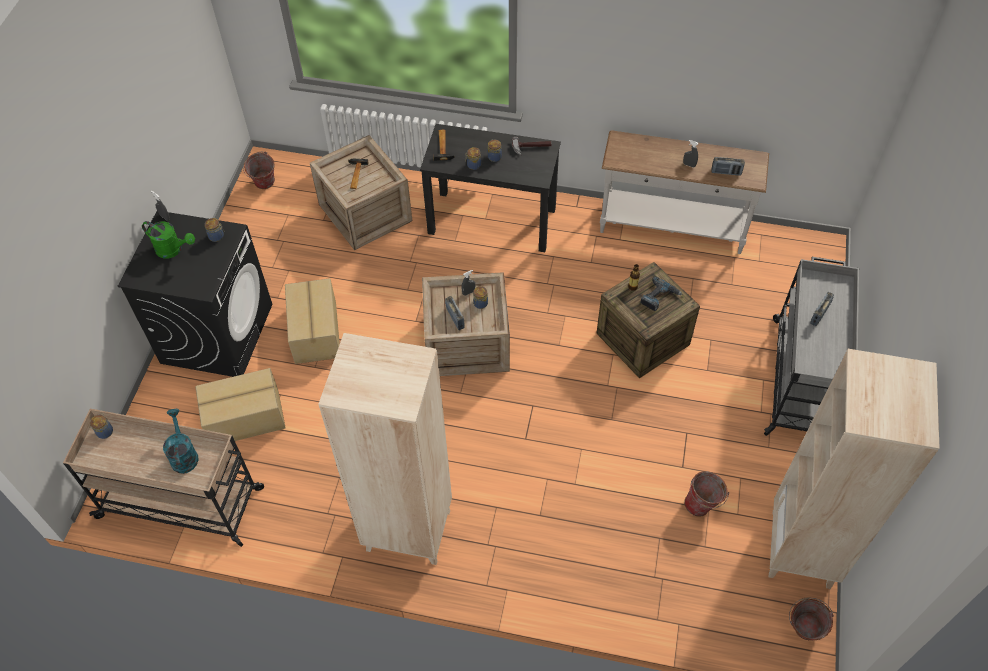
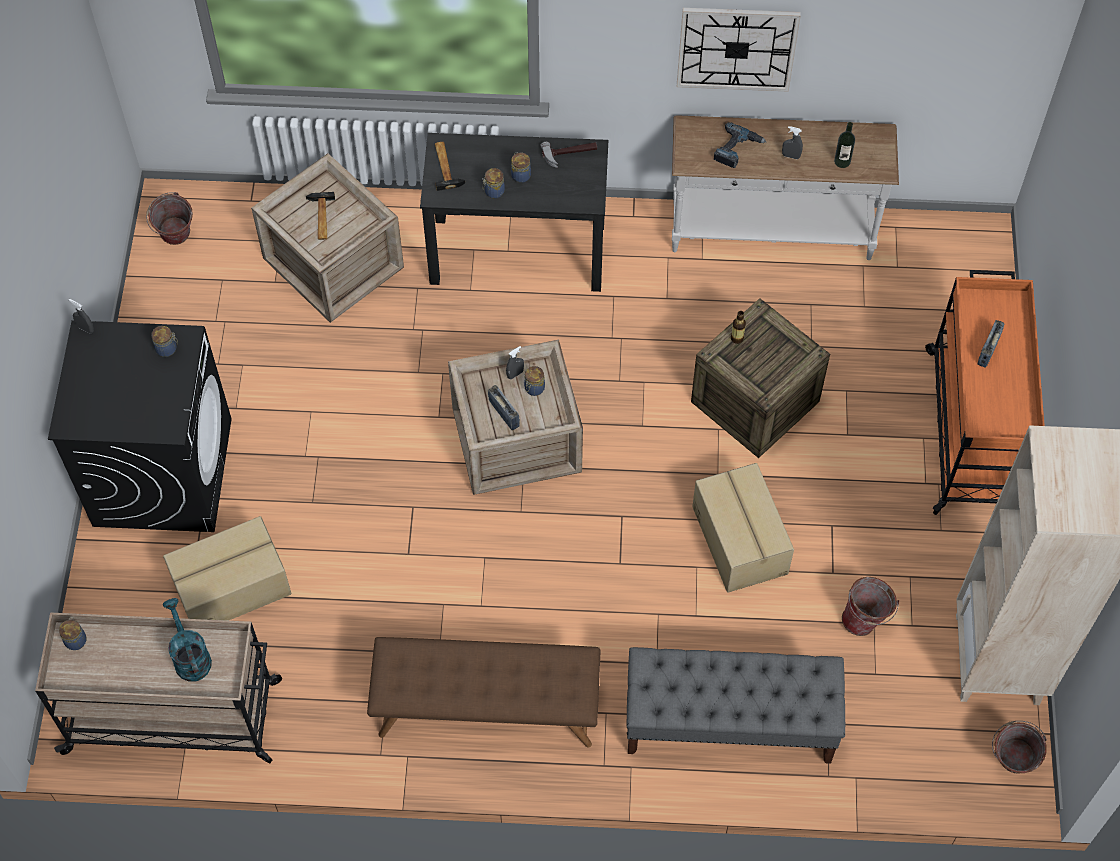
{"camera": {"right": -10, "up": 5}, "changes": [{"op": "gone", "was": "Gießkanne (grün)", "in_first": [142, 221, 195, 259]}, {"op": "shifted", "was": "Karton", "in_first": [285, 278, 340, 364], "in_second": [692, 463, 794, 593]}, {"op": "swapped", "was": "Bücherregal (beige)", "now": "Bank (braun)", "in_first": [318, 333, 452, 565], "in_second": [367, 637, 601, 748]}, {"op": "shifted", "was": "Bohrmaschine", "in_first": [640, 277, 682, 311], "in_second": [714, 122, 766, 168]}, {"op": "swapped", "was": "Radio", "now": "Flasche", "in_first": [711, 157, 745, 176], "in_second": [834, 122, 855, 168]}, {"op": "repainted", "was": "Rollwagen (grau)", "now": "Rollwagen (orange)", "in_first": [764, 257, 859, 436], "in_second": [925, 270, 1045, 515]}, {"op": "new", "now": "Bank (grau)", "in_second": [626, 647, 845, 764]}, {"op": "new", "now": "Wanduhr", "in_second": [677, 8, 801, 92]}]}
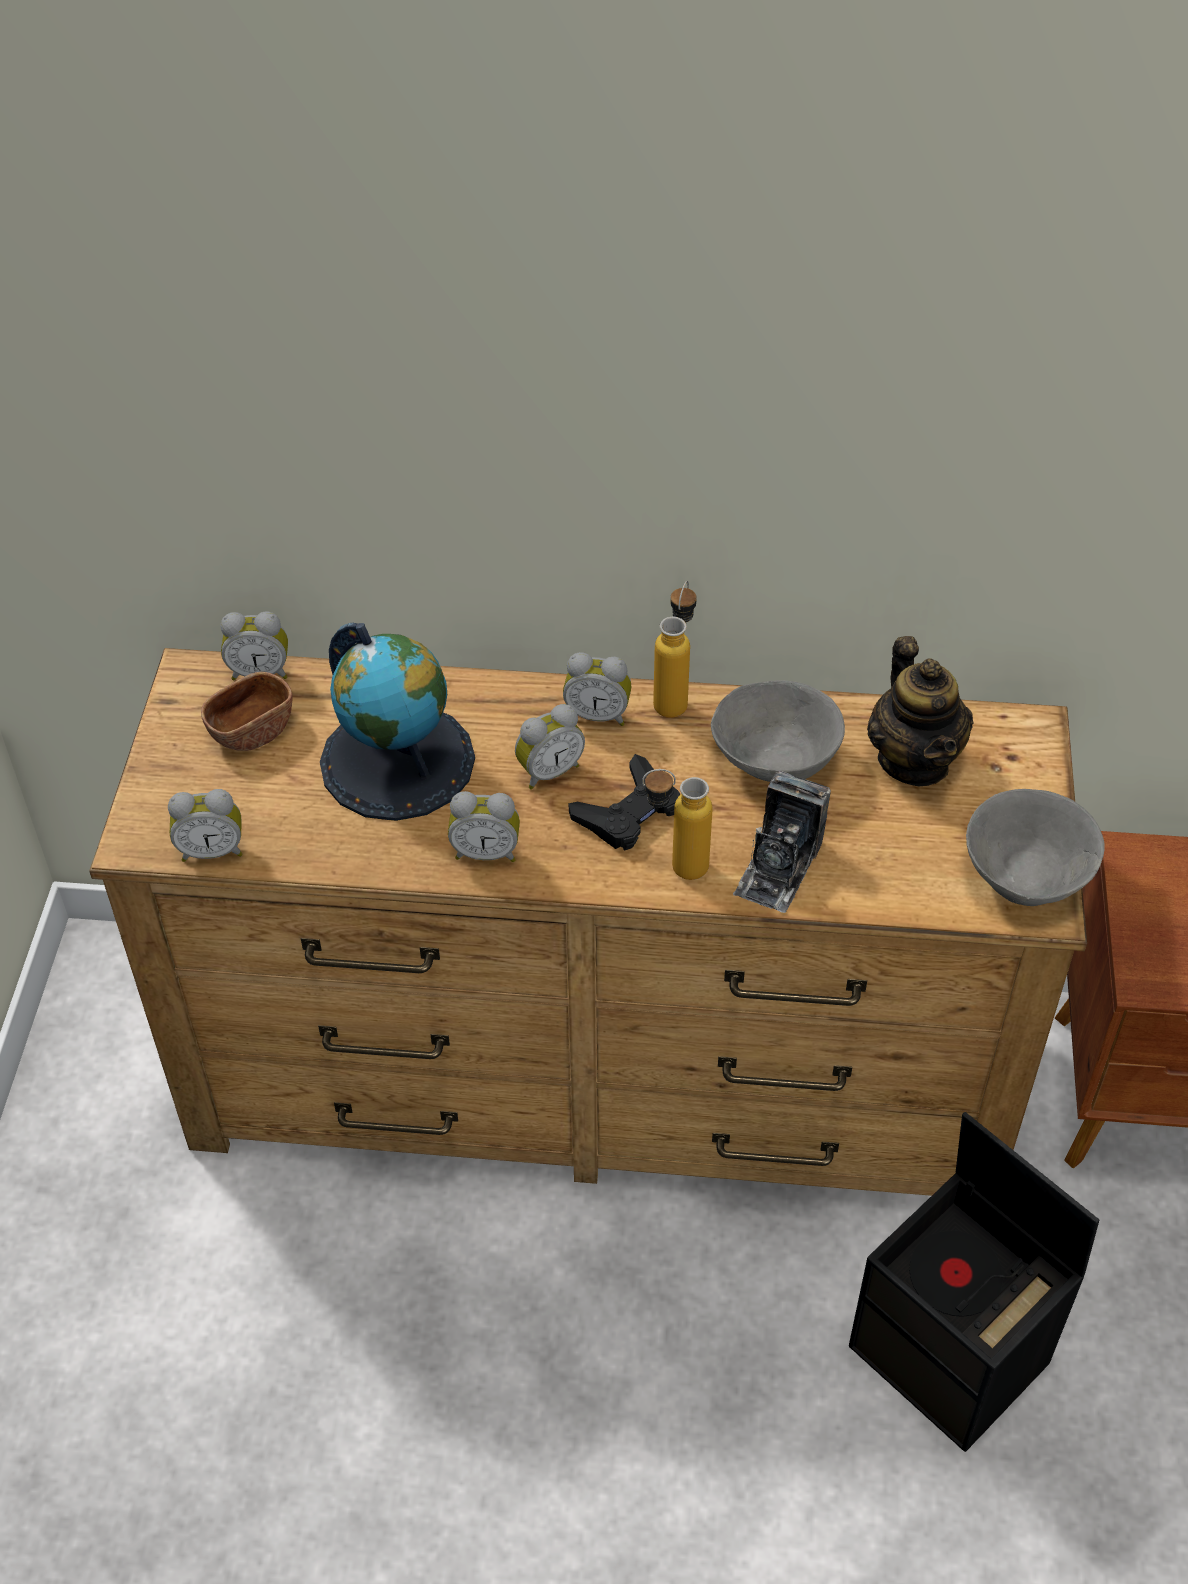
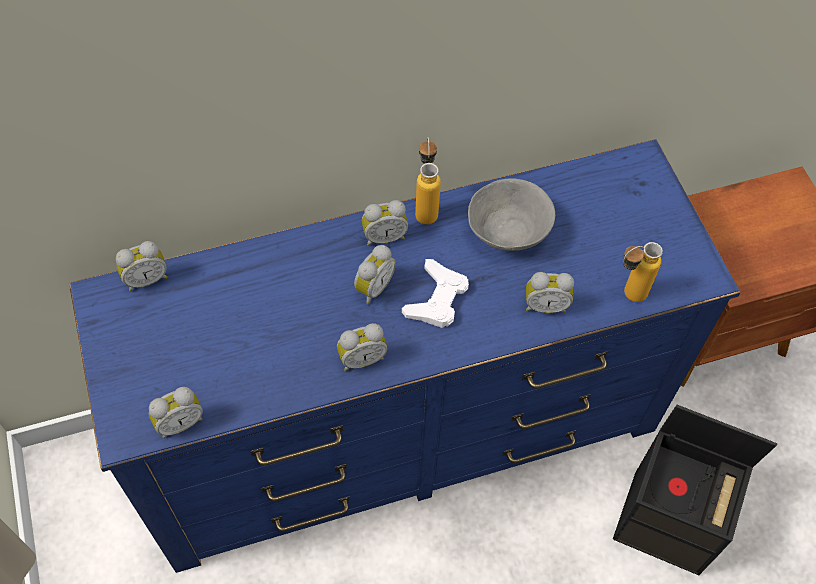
{"camera": {"right": -25, "up": 10}, "changes": [{"op": "repainted", "was": "Kommode (braun)", "now": "Kommode (blau)", "in_first": [89, 648, 1087, 1196], "in_second": [69, 139, 741, 573]}, {"op": "gone", "was": "Schüssel (braun)", "in_first": [201, 672, 293, 751]}, {"op": "gone", "was": "Globus", "in_first": [320, 623, 475, 821]}, {"op": "repainted", "was": "Gamepad (schwarz)", "now": "Gamepad (weiß)", "in_first": [569, 754, 680, 850], "in_second": [402, 259, 469, 328]}, {"op": "shifted", "was": "Flasche", "in_first": [642, 769, 713, 880], "in_second": [623, 242, 663, 302]}, {"op": "swapped", "was": "Kamera", "now": "Wecker", "in_first": [733, 771, 831, 913], "in_second": [526, 272, 574, 313]}, {"op": "gone", "was": "Teekanne", "in_first": [867, 636, 974, 786]}, {"op": "gone", "was": "Schüssel (grau)", "in_first": [966, 789, 1105, 906]}]}
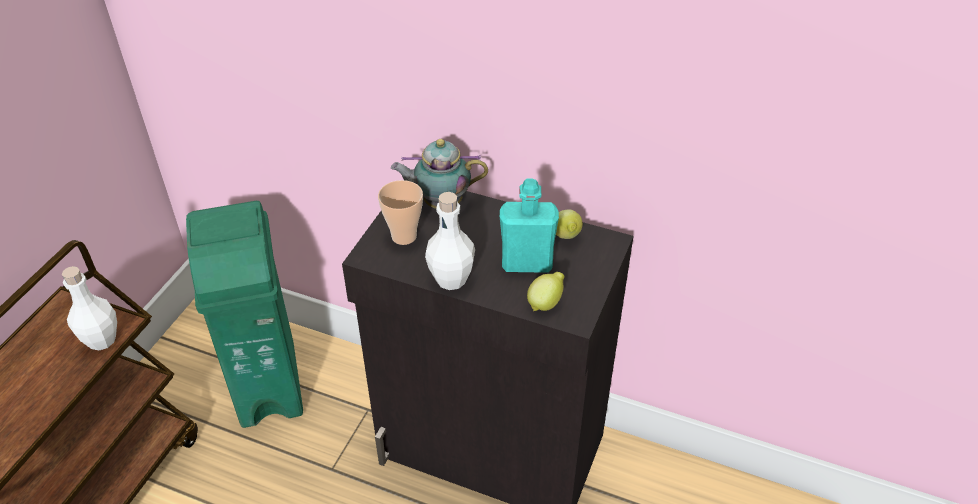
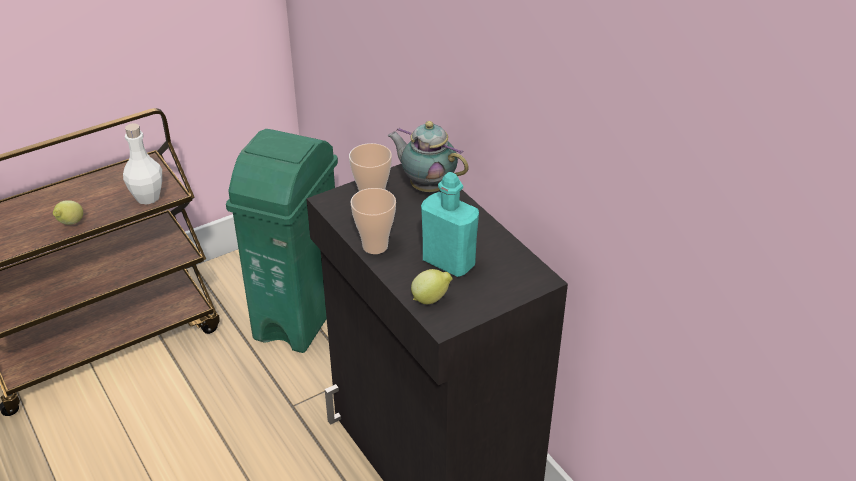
{"camera": {"right": 35, "up": -5}, "changes": [{"op": "swapped", "was": "Flasche (weiß)", "now": "Tasse", "in_first": [425, 192, 475, 290], "in_second": [351, 188, 396, 254]}, {"op": "shifted", "was": "Zitrone", "in_first": [556, 210, 583, 239], "in_second": [53, 200, 83, 225]}]}
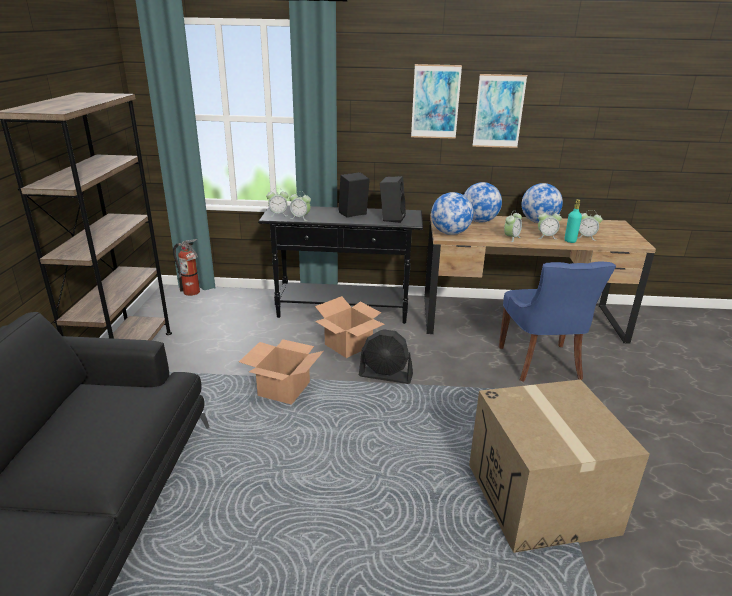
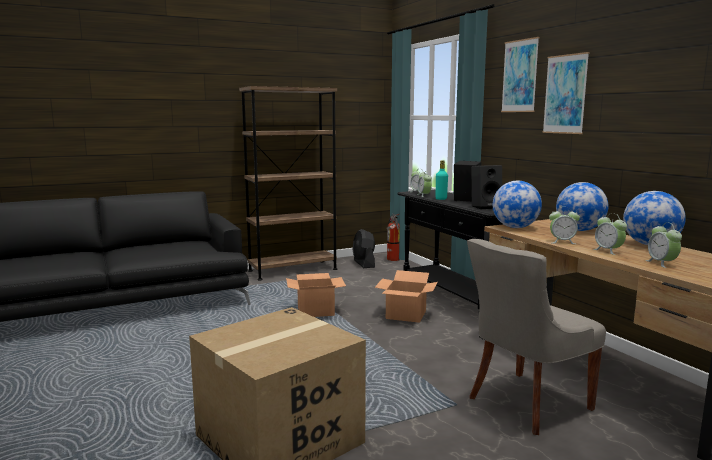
{"camera": {"right": 60, "up": -15}, "changes": [{"op": "shifted", "was": "Ventilator (schwarz)", "in_first": [359, 329, 413, 384], "in_second": [353, 229, 375, 268]}, {"op": "shifted", "was": "Bild", "in_first": [472, 74, 527, 148], "in_second": [501, 37, 539, 112]}, {"op": "repainted", "was": "Stuhl (blau)", "now": "Stuhl (grau)", "in_first": [499, 261, 616, 382], "in_second": [467, 239, 606, 435]}, {"op": "shifted", "was": "Flasche (türkis)", "in_first": [565, 199, 582, 243], "in_second": [436, 160, 448, 200]}]}
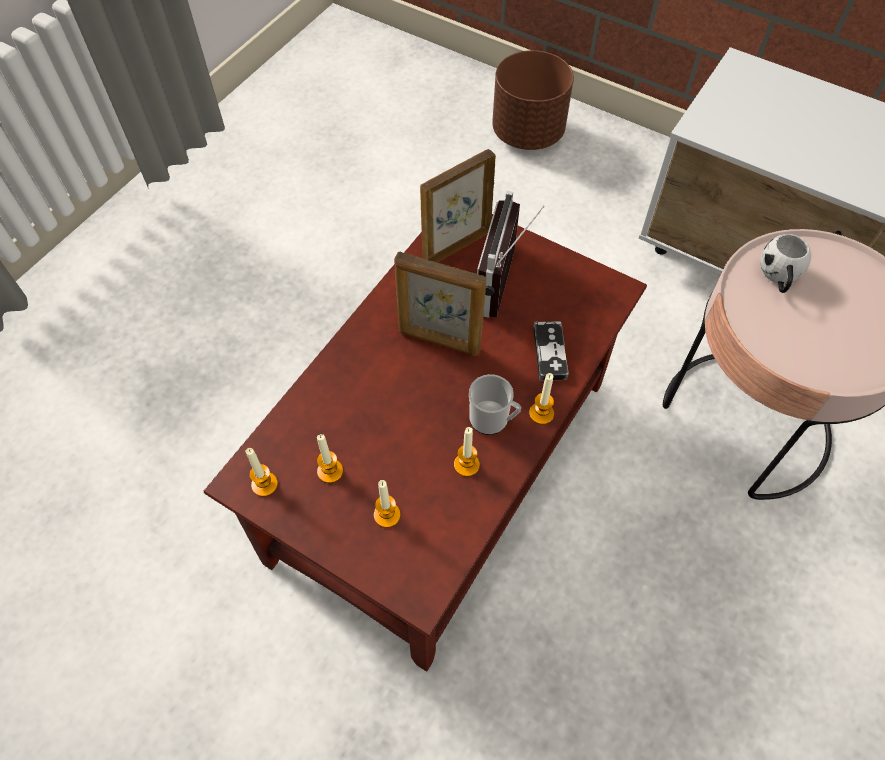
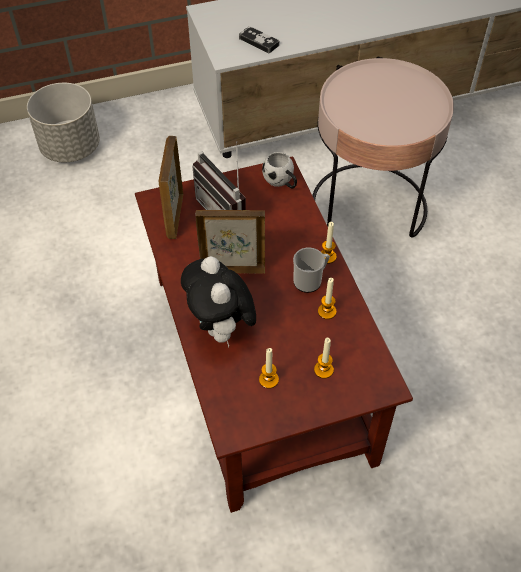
{"camera": {"right": -50, "up": -5}, "changes": [{"op": "gone", "was": "Kerze", "in_first": [246, 448, 278, 497]}, {"op": "rotated", "was": "Bilderrahmen", "in_first": [394, 251, 486, 356], "in_second": [195, 210, 265, 274], "clockwise": -150}, {"op": "repainted", "was": "Pflanzkübel (braun)", "now": "Pflanzkübel (grau)", "in_first": [492, 50, 574, 150], "in_second": [27, 83, 100, 162]}, {"op": "shifted", "was": "Gamepad", "in_first": [533, 321, 569, 381], "in_second": [239, 26, 279, 54]}, {"op": "shifted", "was": "Henkelbecher (weiß)", "in_first": [760, 234, 811, 293], "in_second": [262, 152, 297, 189]}, {"op": "new", "now": "Plüschtier", "in_second": [181, 256, 256, 348]}]}
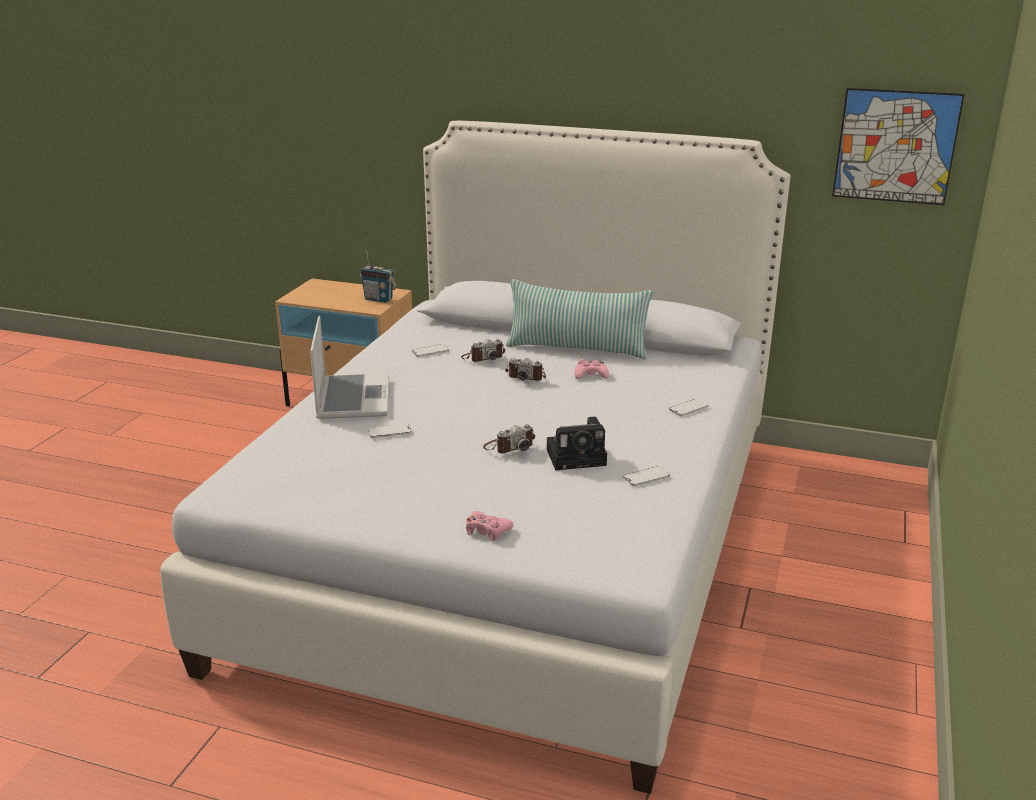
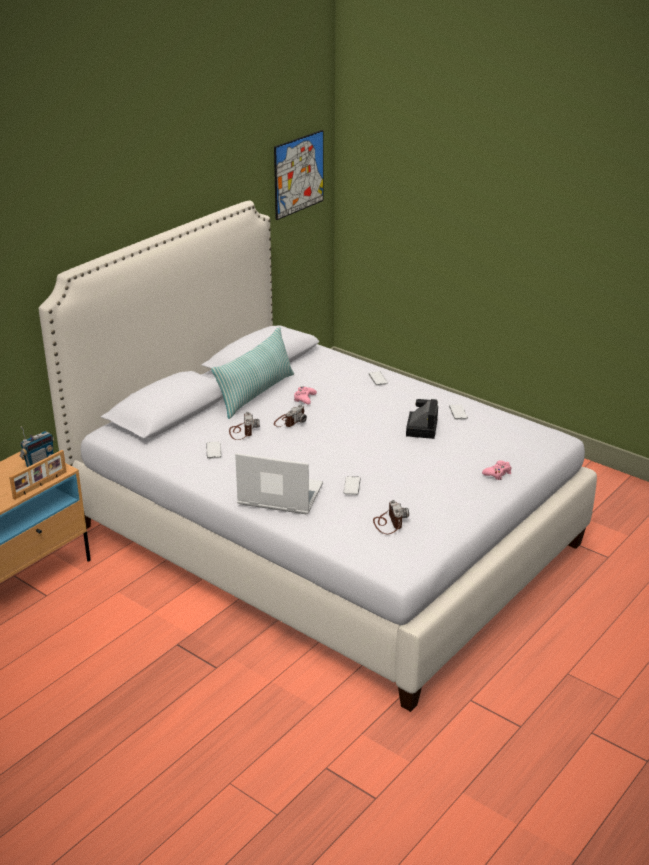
{"camera": {"right": -70, "up": 5}, "changes": [{"op": "shifted", "was": "Kamera", "in_first": [483, 424, 535, 453], "in_second": [373, 500, 409, 534]}, {"op": "new", "now": "Bilderrahmen", "in_second": [9, 450, 66, 500]}]}
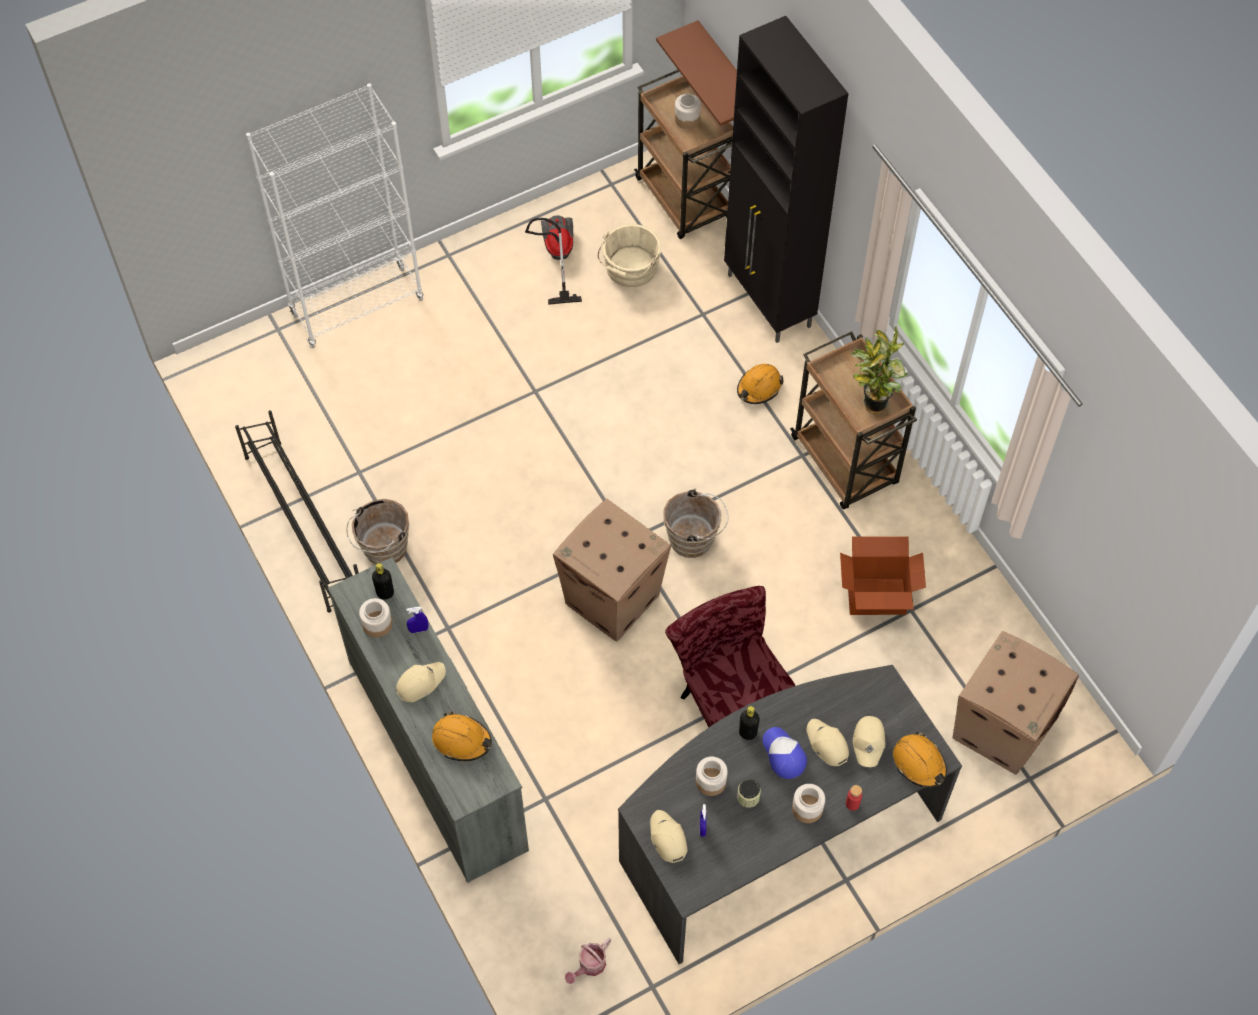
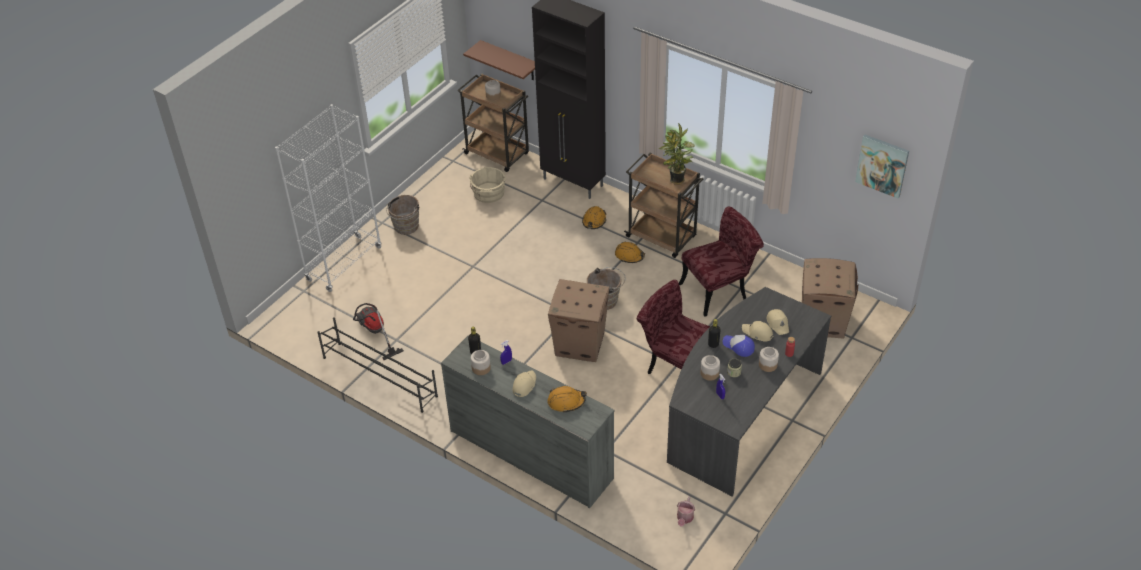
{"camera": {"right": -25, "up": -15}, "changes": [{"op": "shifted", "was": "Eimer (braun)", "in_first": [347, 499, 409, 565], "in_second": [385, 195, 419, 235]}, {"op": "shifted", "was": "Staubsauger", "in_first": [525, 216, 582, 305], "in_second": [353, 303, 404, 360]}, {"op": "gone", "was": "Kappe (beige)", "in_first": [650, 810, 688, 863]}, {"op": "swapped", "was": "Karton", "now": "Stuhl (rot)", "in_first": [840, 536, 926, 615], "in_second": [679, 207, 764, 317]}, {"op": "shifted", "was": "Schutzhelm (orange)", "in_first": [893, 731, 947, 788], "in_second": [615, 242, 645, 263]}, {"op": "new", "now": "Bild", "in_second": [855, 135, 909, 198]}]}
